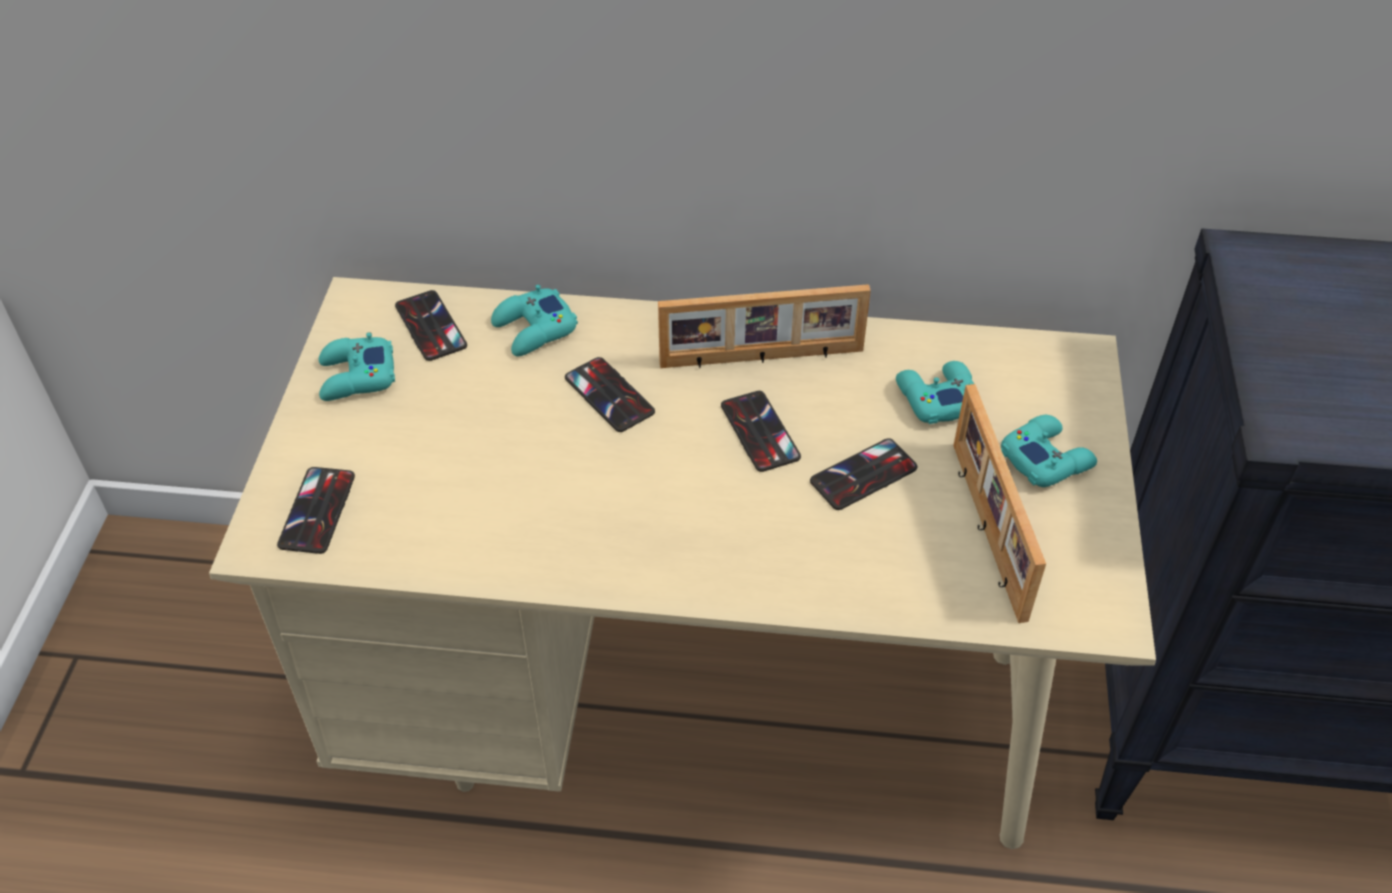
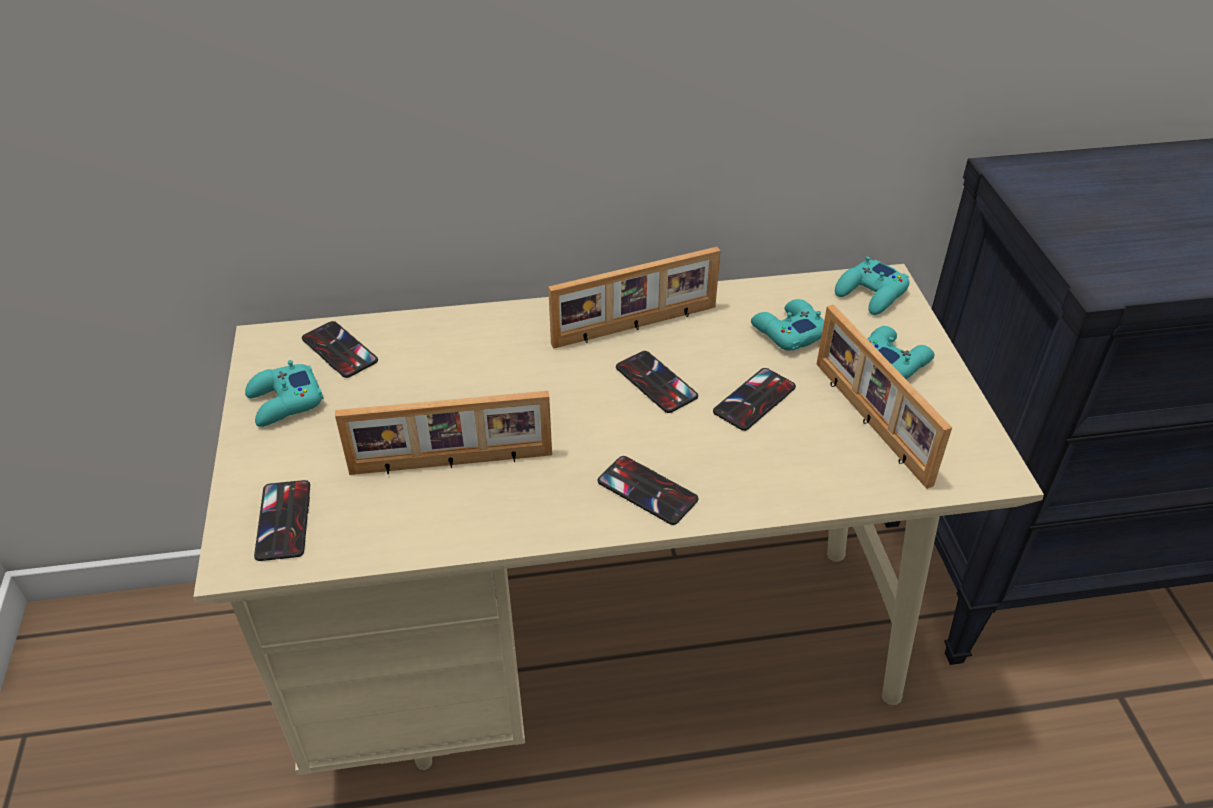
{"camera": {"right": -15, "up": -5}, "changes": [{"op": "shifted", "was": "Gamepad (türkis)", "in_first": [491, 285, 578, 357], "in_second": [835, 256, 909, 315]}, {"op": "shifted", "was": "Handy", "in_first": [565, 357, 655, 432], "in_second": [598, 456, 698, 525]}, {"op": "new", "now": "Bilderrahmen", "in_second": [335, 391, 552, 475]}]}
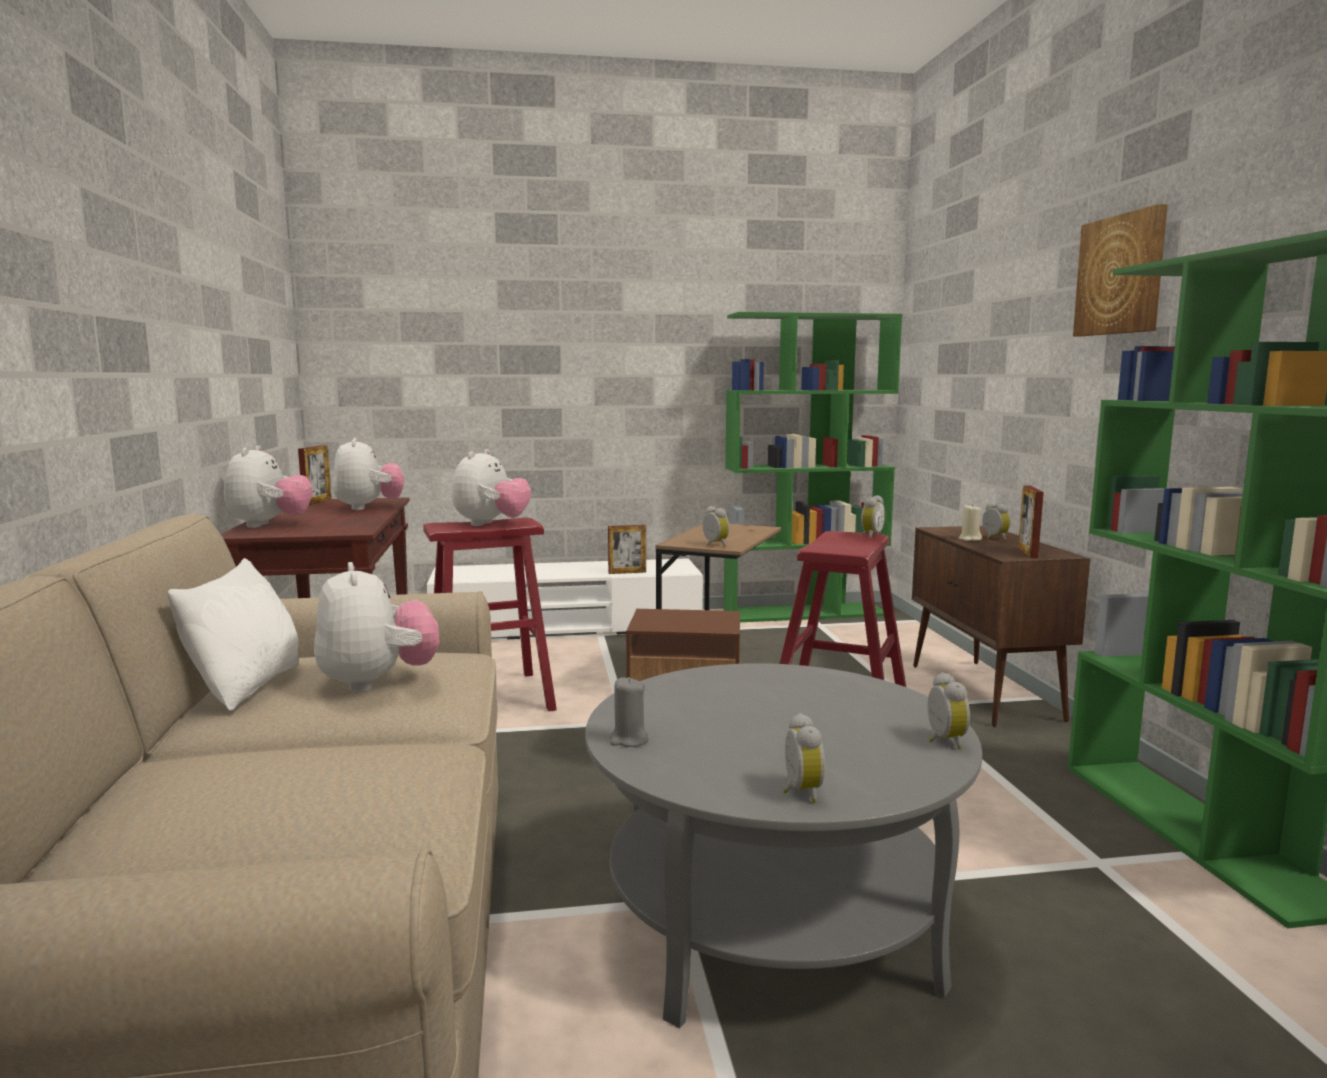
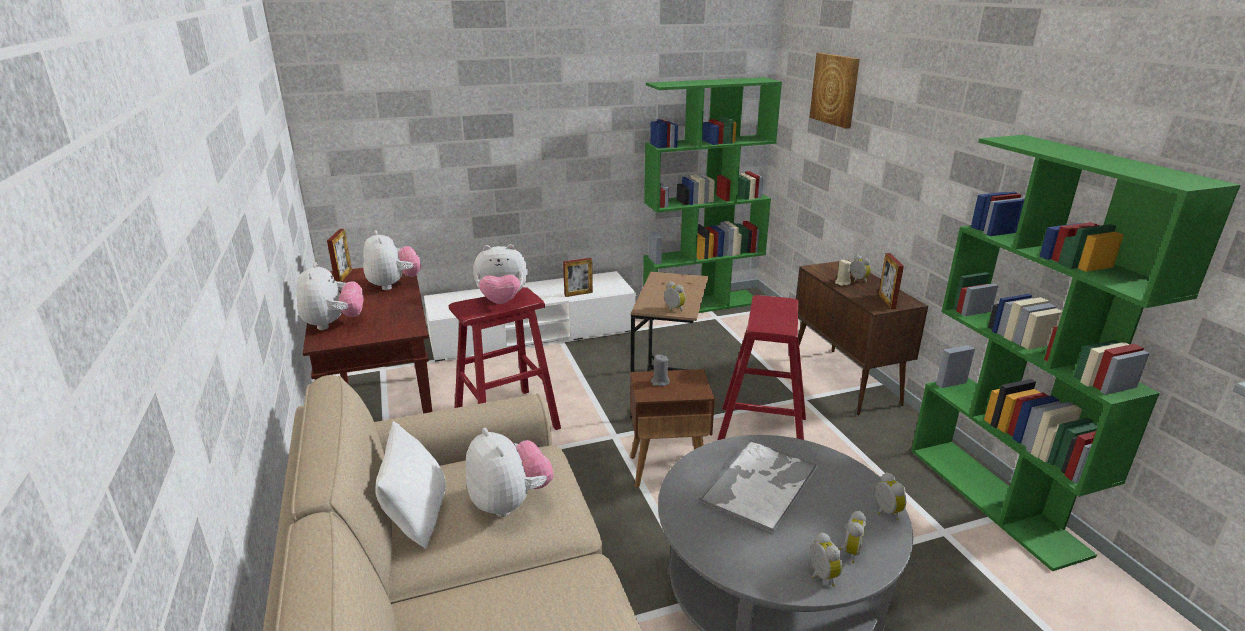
{"camera": {"right": -10, "up": 15}, "changes": [{"op": "rotated", "was": "Plüschtier", "in_first": [452, 449, 531, 526], "in_second": [473, 244, 528, 304], "clockwise": 75}, {"op": "shifted", "was": "Kerze (grau)", "in_first": [610, 677, 649, 747], "in_second": [651, 354, 670, 386]}, {"op": "shifted", "was": "Wecker", "in_first": [861, 495, 885, 538], "in_second": [839, 511, 866, 563]}, {"op": "shifted", "was": "Bild", "in_first": [1073, 204, 1168, 336], "in_second": [810, 53, 860, 129]}, {"op": "new", "now": "Tablett", "in_second": [698, 440, 818, 535]}]}
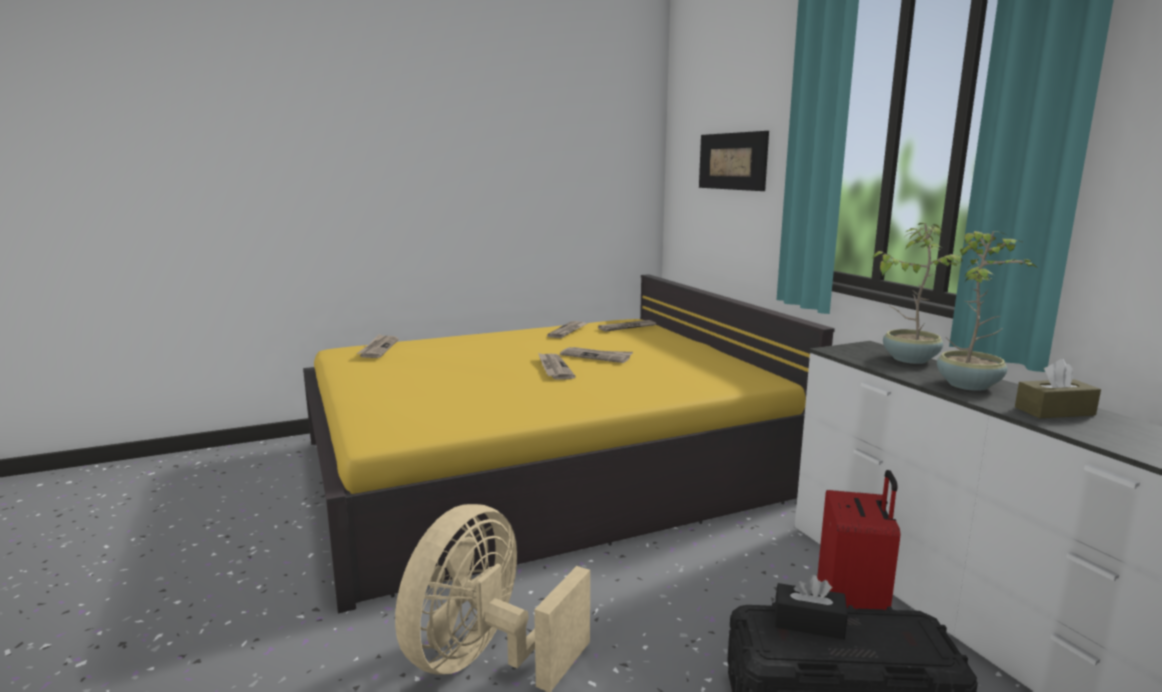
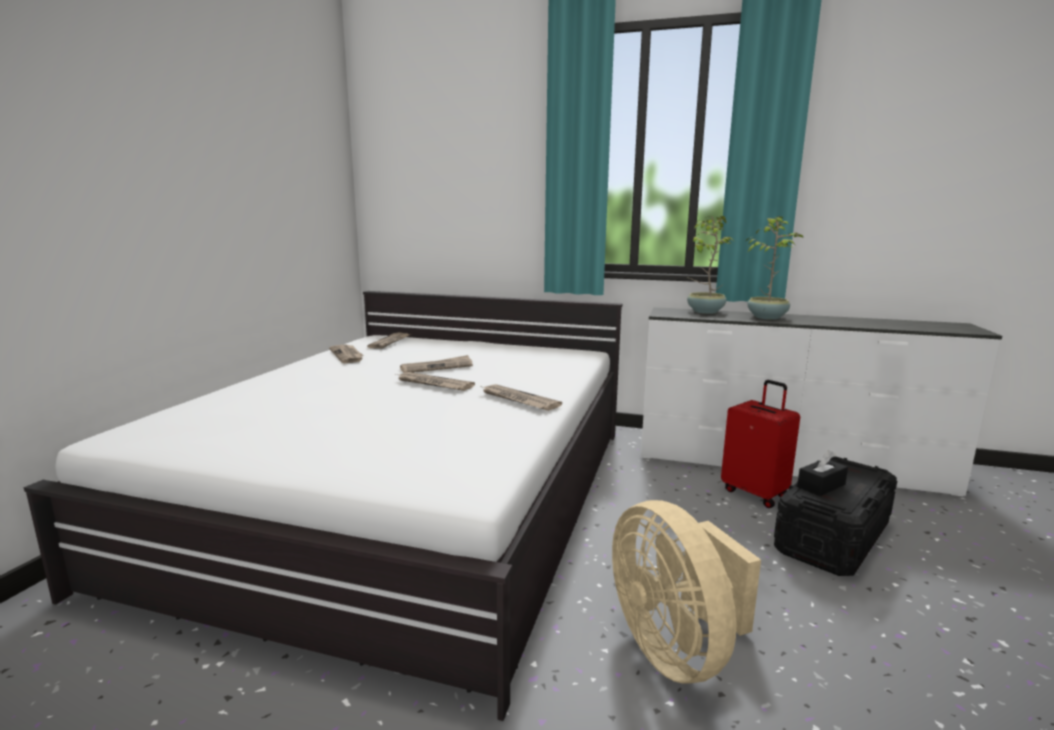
{"camera": {"right": -50, "up": 0}, "changes": [{"op": "repainted", "was": "Bett (gelb)", "now": "Bett (weiß)", "in_first": [303, 274, 835, 614], "in_second": [24, 291, 623, 721]}, {"op": "shifted", "was": "Zeitung", "in_first": [357, 334, 399, 358], "in_second": [483, 384, 562, 411]}, {"op": "gone", "was": "Bild", "in_first": [699, 131, 769, 191]}, {"op": "gone", "was": "Taschentuchbox (braun)", "in_first": [1015, 359, 1101, 418]}]}
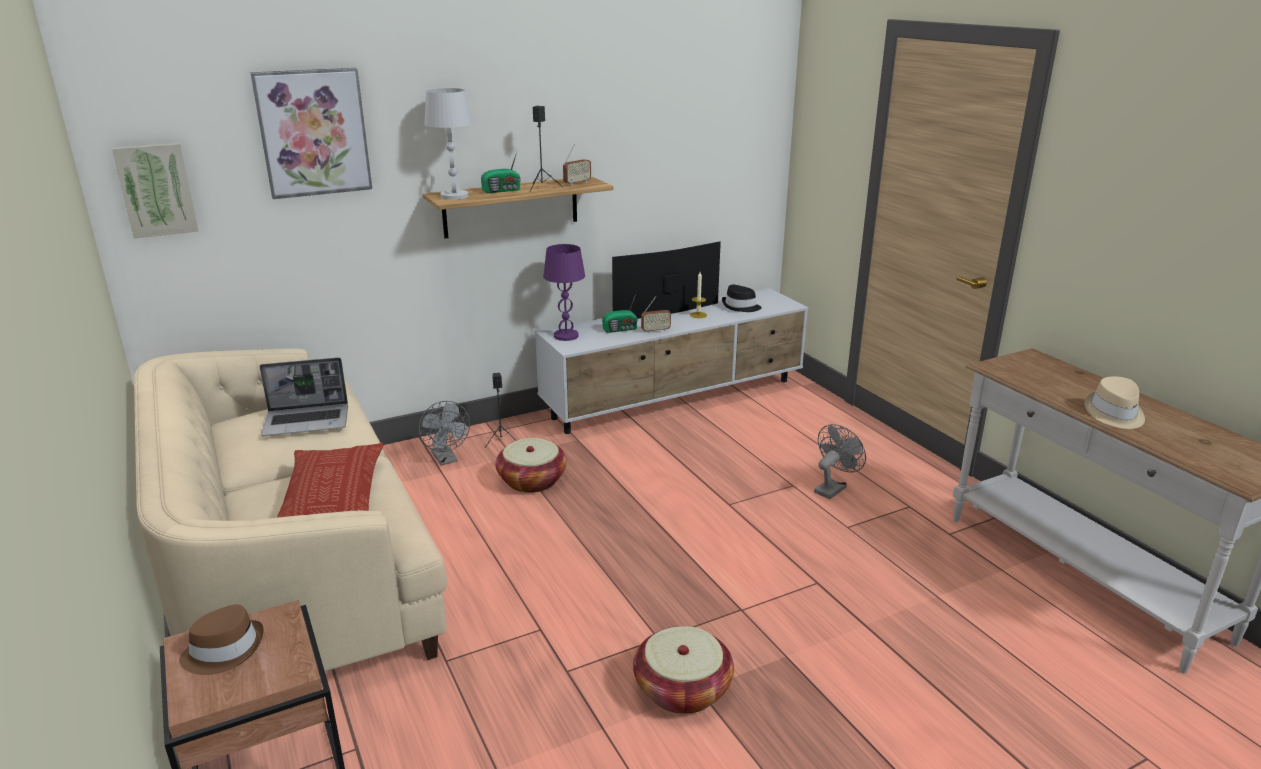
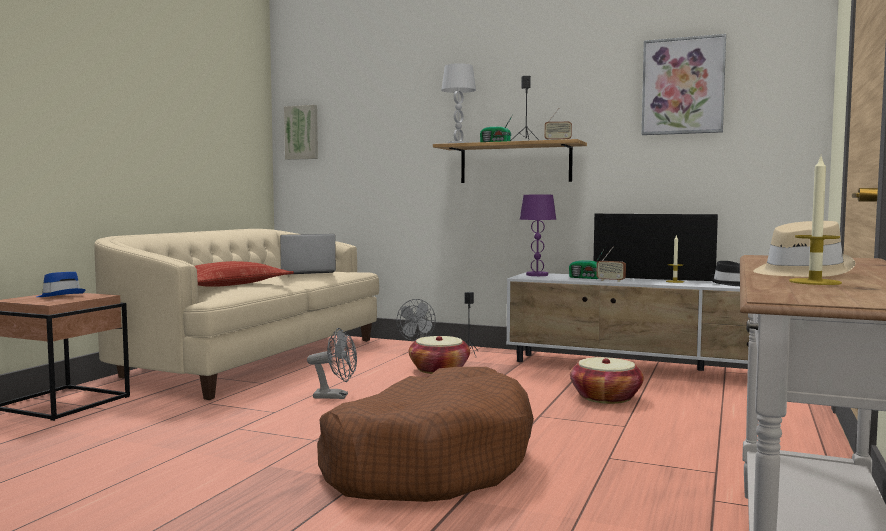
{"camera": {"right": 50, "up": -20}, "changes": [{"op": "repainted", "was": "Hut (braun)", "now": "Hut (blau)", "in_first": [179, 604, 264, 675], "in_second": [37, 272, 86, 297]}, {"op": "shifted", "was": "Bild", "in_first": [250, 68, 372, 199], "in_second": [642, 34, 726, 135]}, {"op": "rotated", "was": "Laptop", "in_first": [260, 358, 348, 436], "in_second": [279, 234, 336, 275], "clockwise": 120}, {"op": "shifted", "was": "Korb", "in_first": [633, 626, 734, 714], "in_second": [570, 357, 644, 404]}, {"op": "shifted", "was": "Ventilator (grau)", "in_first": [814, 424, 866, 499], "in_second": [307, 328, 357, 399]}, {"op": "new", "now": "Hundebett (braun)", "in_second": [317, 367, 534, 502]}, {"op": "new", "now": "Kerze", "in_second": [789, 157, 842, 285]}]}
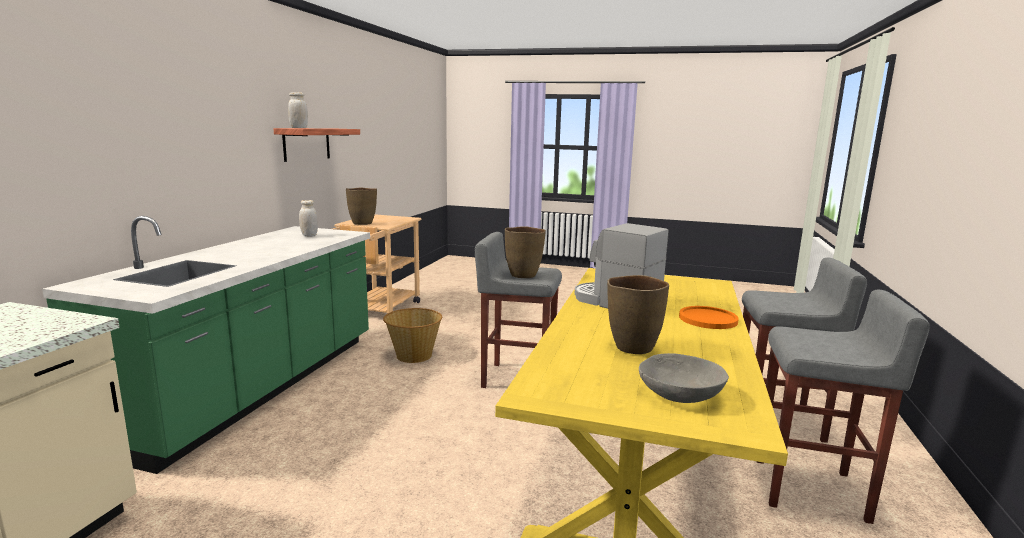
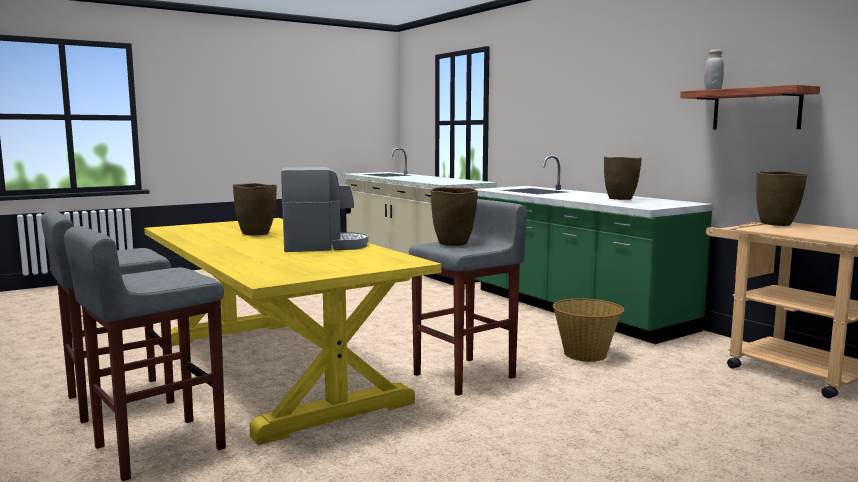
{"camera": {"right": 130, "up": -5}, "changes": [{"op": "gone", "was": "Vorratsglas (weiß)", "in_first": [299, 200, 318, 237]}, {"op": "gone", "was": "Schüssel (grau)", "in_first": [639, 353, 729, 403]}, {"op": "gone", "was": "Teller (orange)", "in_first": [679, 306, 739, 329]}, {"op": "new", "now": "Vase (braun)", "in_second": [604, 157, 642, 200]}]}
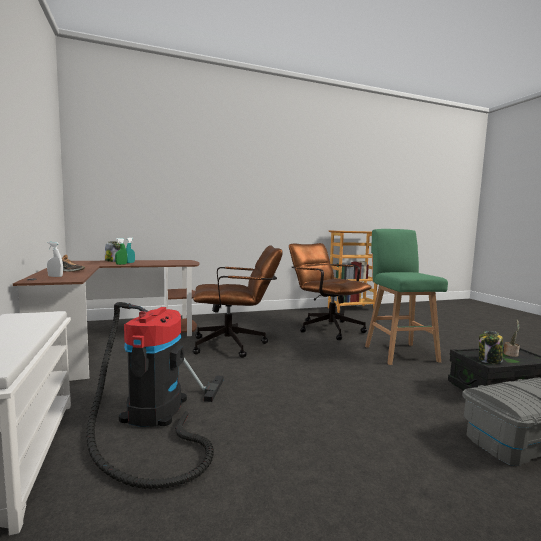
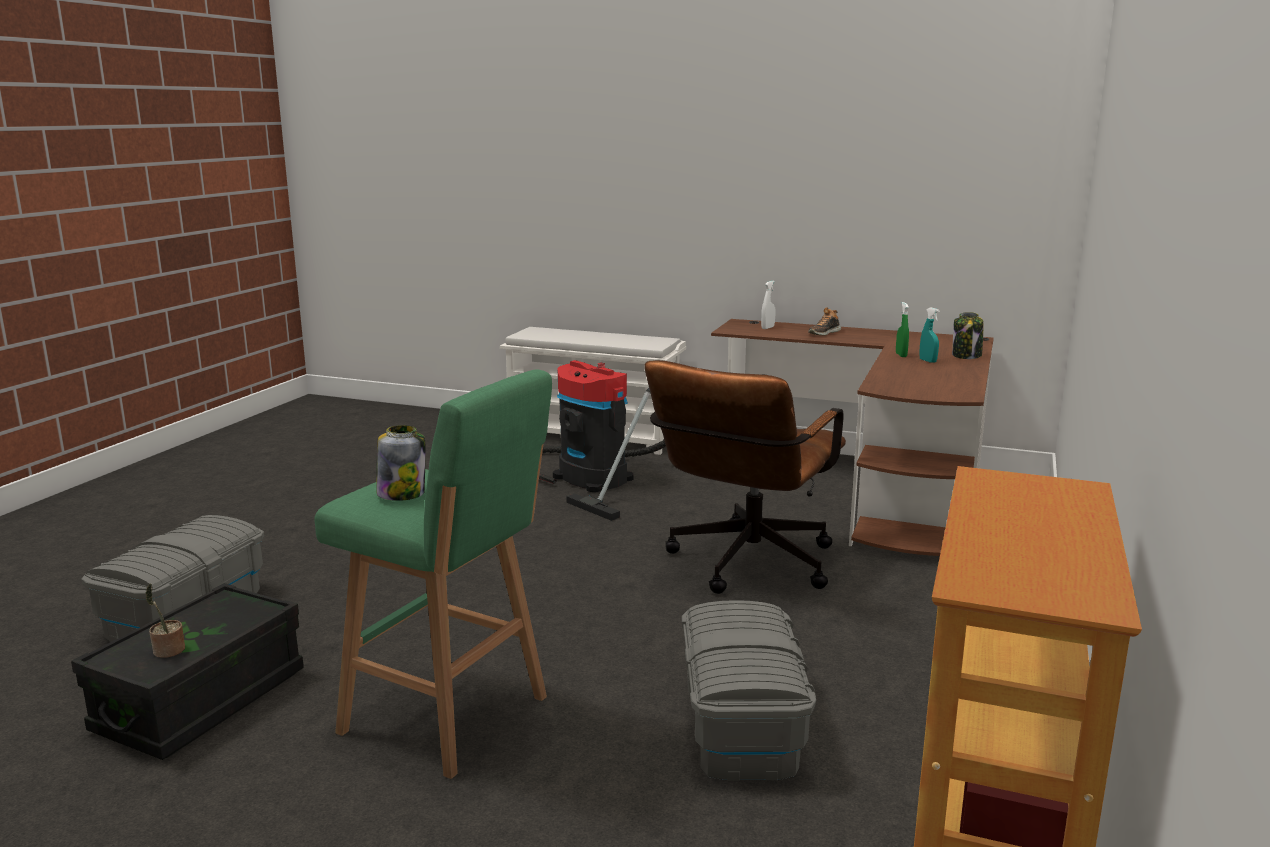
{"camera": {"right": 130, "up": 10}, "changes": [{"op": "swapped", "was": "Bürostuhl (braun)", "now": "Aufbewahrungsbox (grau)", "in_first": [289, 243, 372, 340], "in_second": [682, 600, 816, 781]}, {"op": "shifted", "was": "Vorratsglas", "in_first": [479, 331, 503, 364], "in_second": [376, 425, 425, 501]}]}
